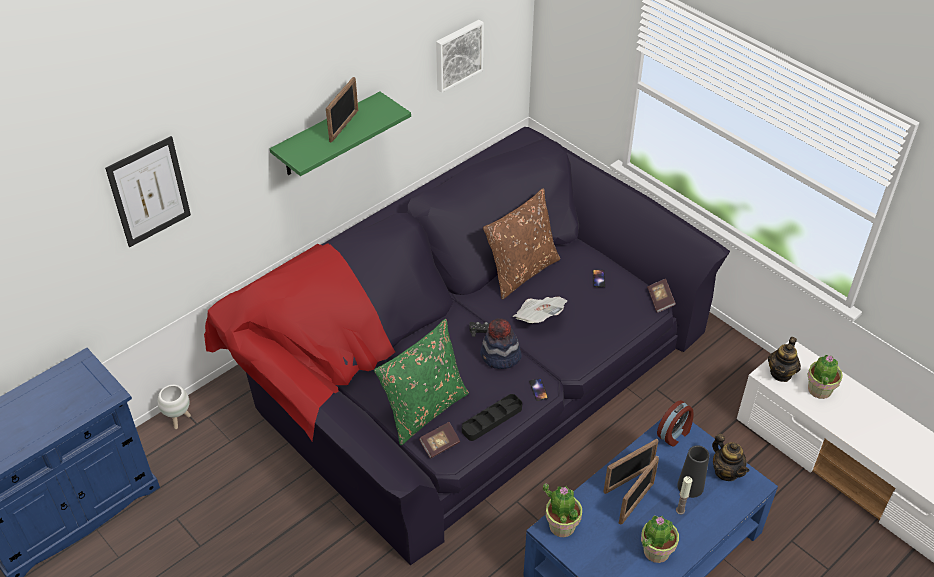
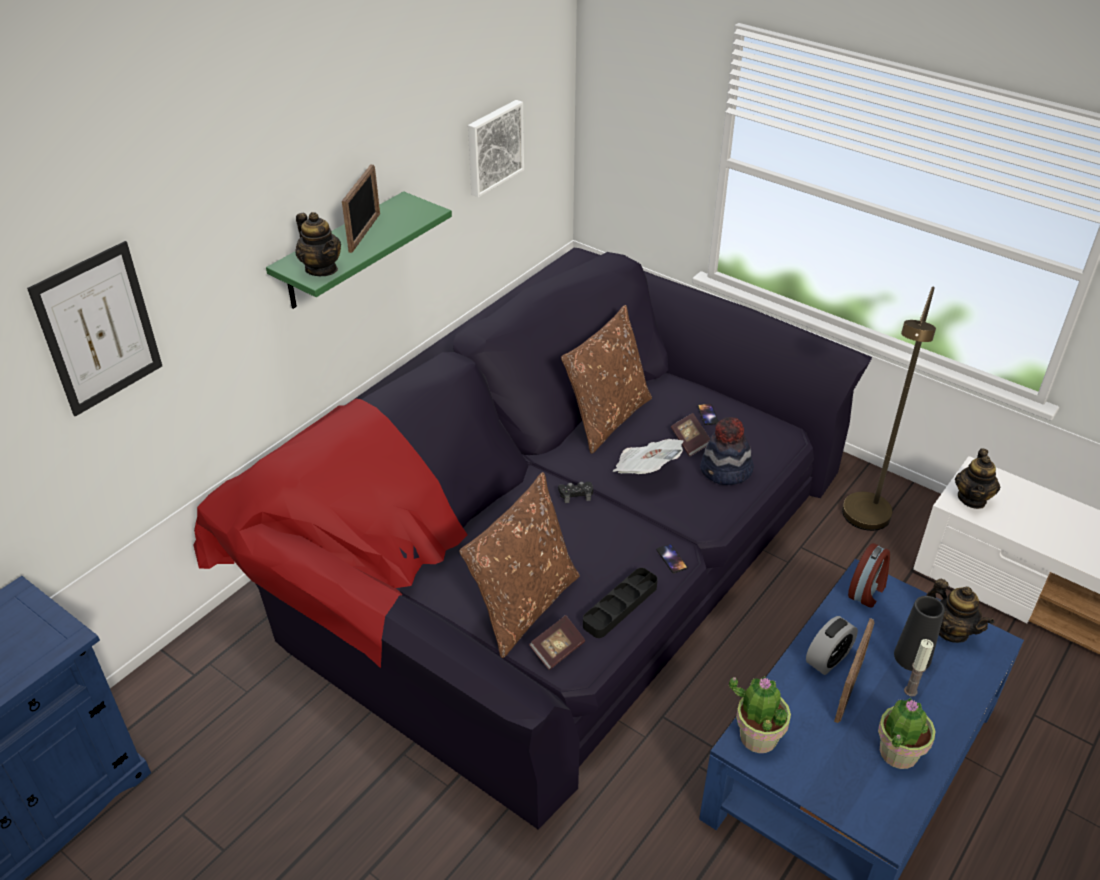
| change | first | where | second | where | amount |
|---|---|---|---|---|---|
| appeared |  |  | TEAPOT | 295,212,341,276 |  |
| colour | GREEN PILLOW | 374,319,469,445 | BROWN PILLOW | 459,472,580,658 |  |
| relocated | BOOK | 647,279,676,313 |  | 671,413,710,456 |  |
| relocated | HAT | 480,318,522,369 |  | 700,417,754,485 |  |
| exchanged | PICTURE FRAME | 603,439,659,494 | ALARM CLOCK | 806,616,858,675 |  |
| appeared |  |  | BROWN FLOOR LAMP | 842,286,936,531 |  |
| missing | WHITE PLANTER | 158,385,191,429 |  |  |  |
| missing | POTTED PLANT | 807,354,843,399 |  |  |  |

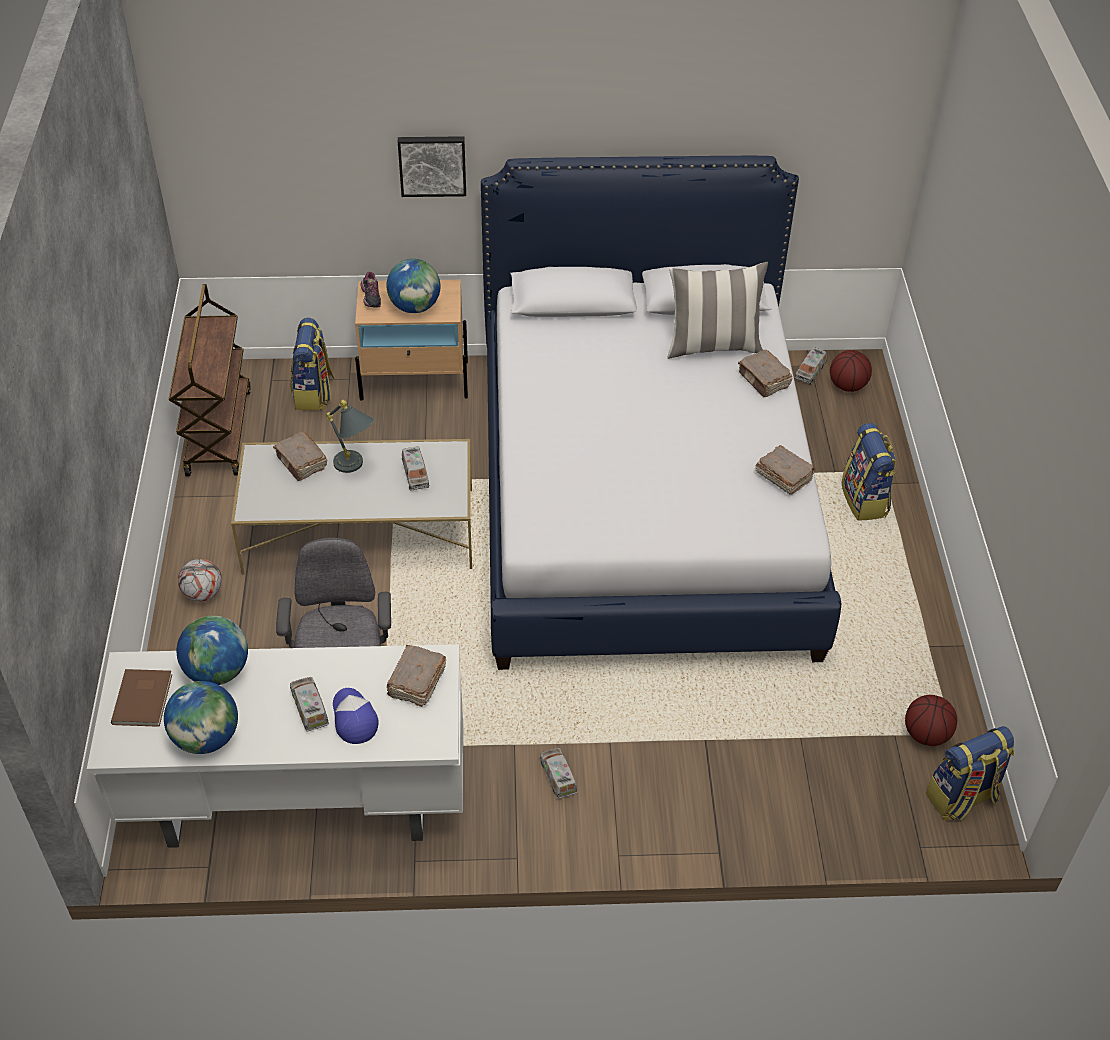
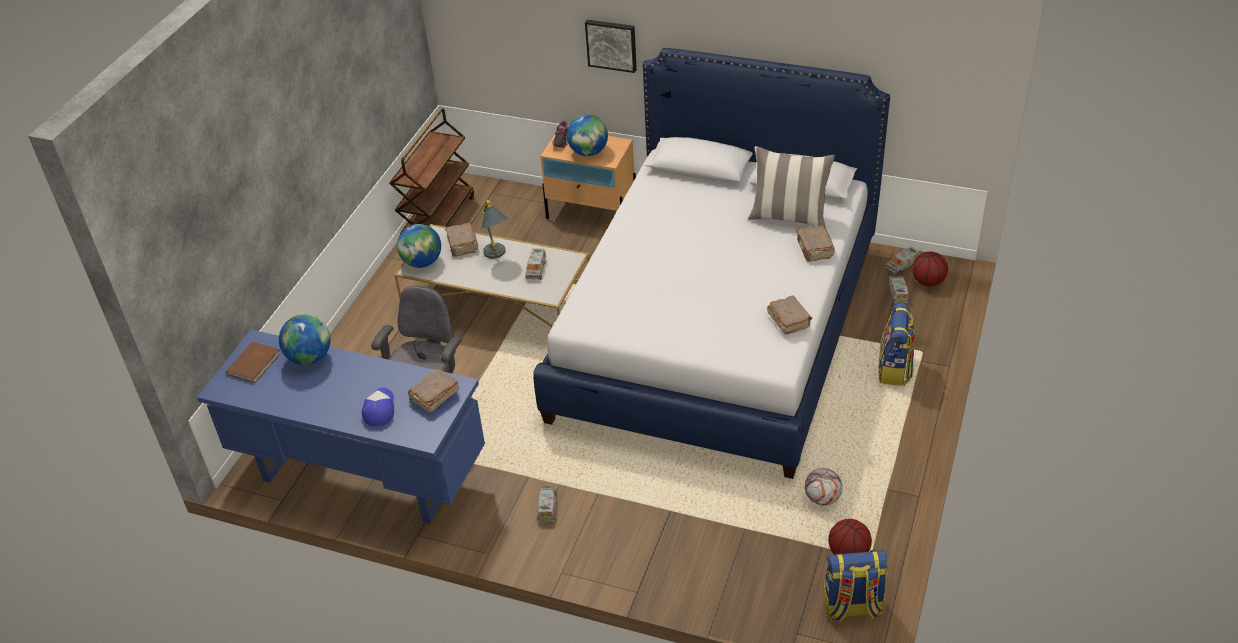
| change | first | where | second | where | amount |
|---|---|---|---|---|---|
| colour | WHITE DESK | 87,644,463,848 | BLUE DESK | 197,330,485,523 |  |
| relocated | GLOBE | 164,681,238,754 |  | 397,224,441,268 |  |
| relocated | FOOTBALL | 178,559,222,602 |  | 805,468,842,506 |  |
| relocated | TOY TRUCK | 290,677,329,732 |  | 888,276,909,304 |  |
| missing | BACKPACK | 290,318,334,411 |  |  |  |

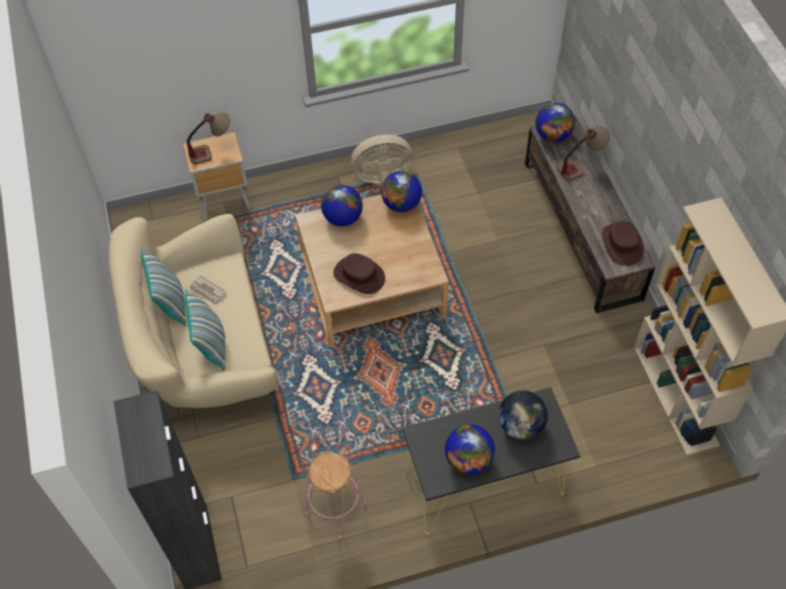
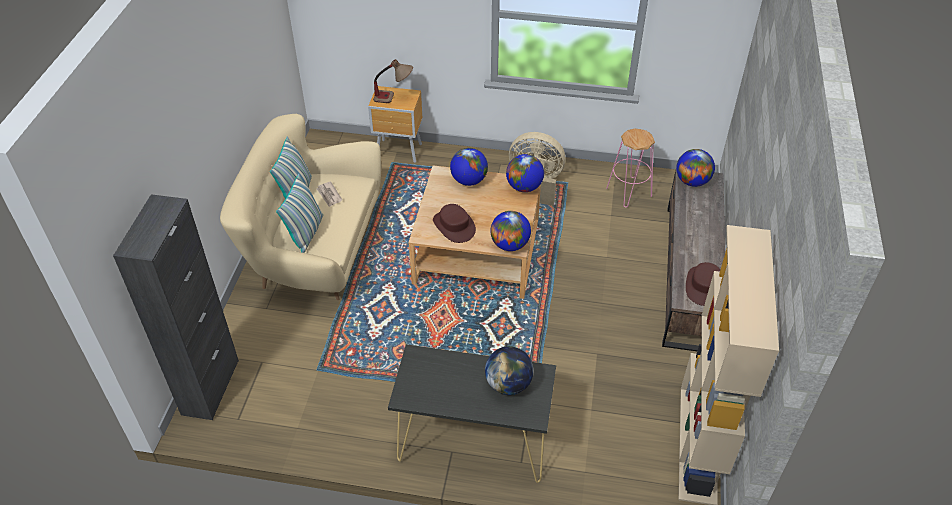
| change | first | where | second | where | amount |
|---|---|---|---|---|---|
| relocated | GLOBE | 445,424,495,475 |  | 490,211,531,251 |  |
| relocated | PINK STOOL | 306,452,366,537 |  | 606,128,655,208 |  |
| missing | TABLE LAMP | 557,126,610,181 |  |  |  |

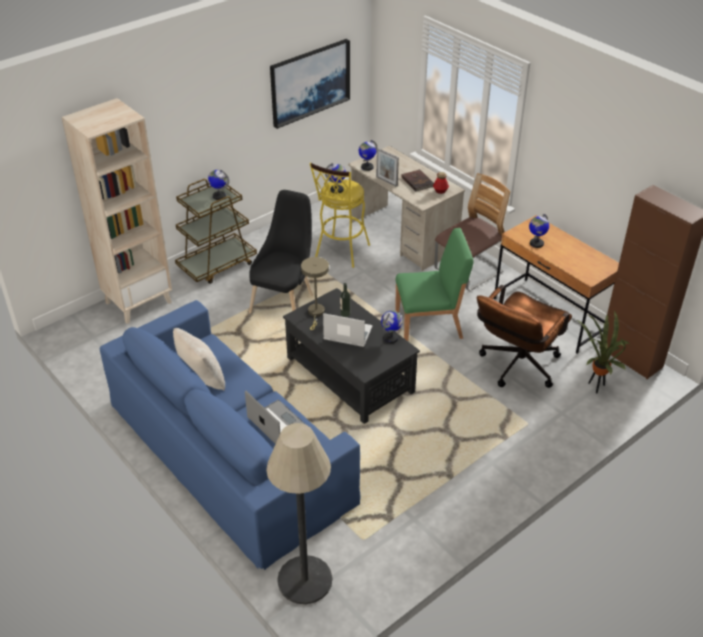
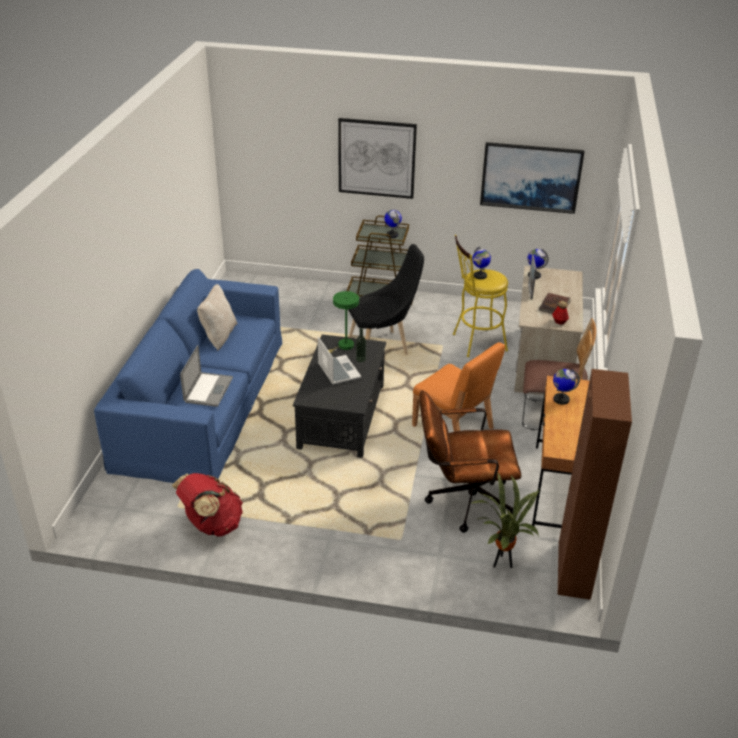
| change | first | where | second | where | amount |
|---|---|---|---|---|---|
| appeared |  |  | RED BACKPACK | 172,473,243,537 |  |
| colour | BEIGE TABLE LAMP | 301,257,329,330 | GREEN TABLE LAMP | 328,291,359,353 |  |
| appeared |  |  | PICTURE | 338,118,417,199 |  |
| colour | GREEN CHAIR | 395,228,474,341 | ORANGE CHAIR | 412,342,505,432 |  |
| missing | BEIGE BOOKCASE | 62,98,172,324 |  |  |  |
| missing | FLOOR LAMP | 266,423,332,604 |  |  |  |
| missing | GLOBE | 381,311,402,343 |  |  |  |

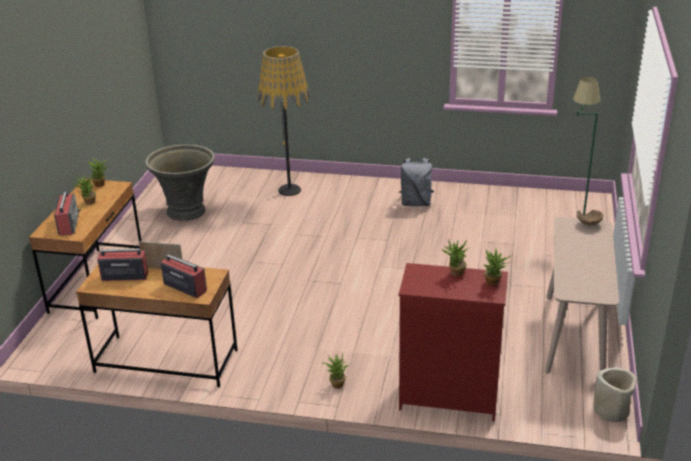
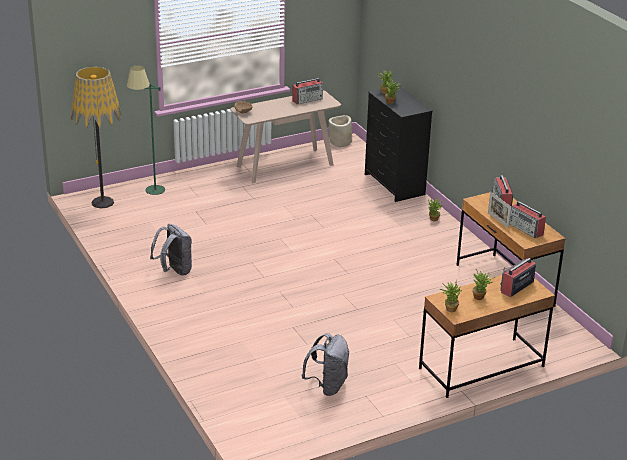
| change | first | where | second | where | amount |
|---|---|---|---|---|---|
| relocated | FLOOR LAMP | 257,46,310,196 |  | 71,66,122,209 |  |
| appeared |  |  | RADIO | 292,78,323,104 |  |
| exchanged | GREY PLANTER | 145,144,215,221 | GREY BACKPACK | 301,333,350,396 |  |
| colour | RED DRESSER | 399,263,508,421 | BLACK DRESSER | 365,86,433,202 |  |

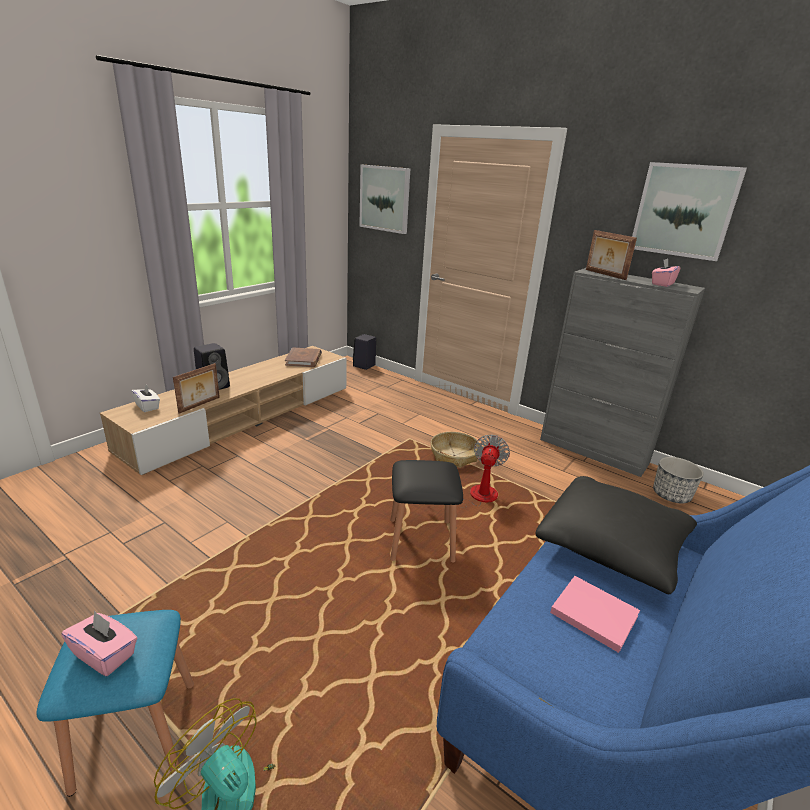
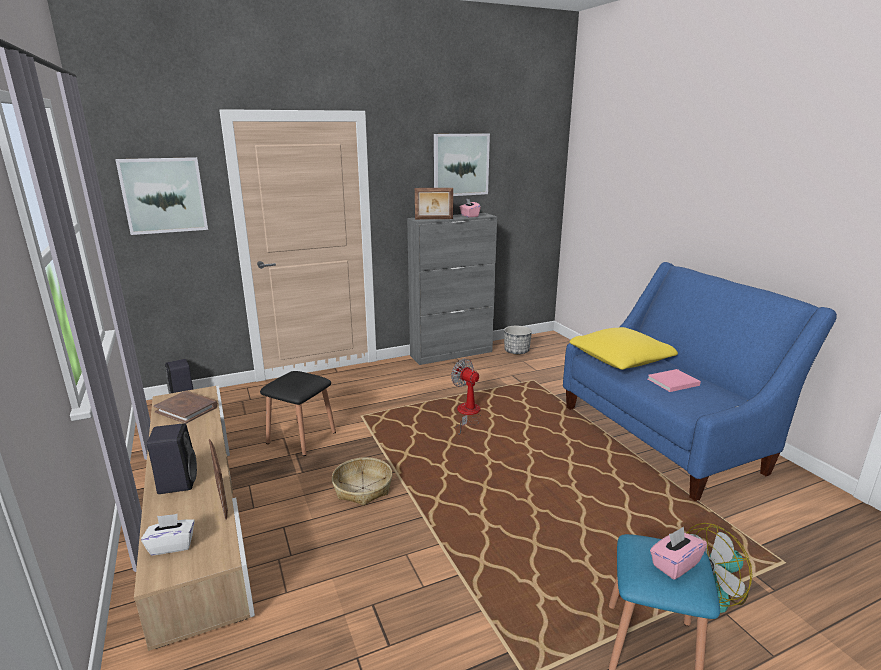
| change | first | where | second | where | amount |
|---|---|---|---|---|---|
| relocated | BLACK STOOL | 390,460,463,562 |  | 260,371,336,456 |  |
| relocated | BASKET | 431,432,480,468 |  | 332,457,392,506 |  |
| colour | BLACK PILLOW | 535,476,697,594 | YELLOW PILLOW | 570,327,678,370 |  |

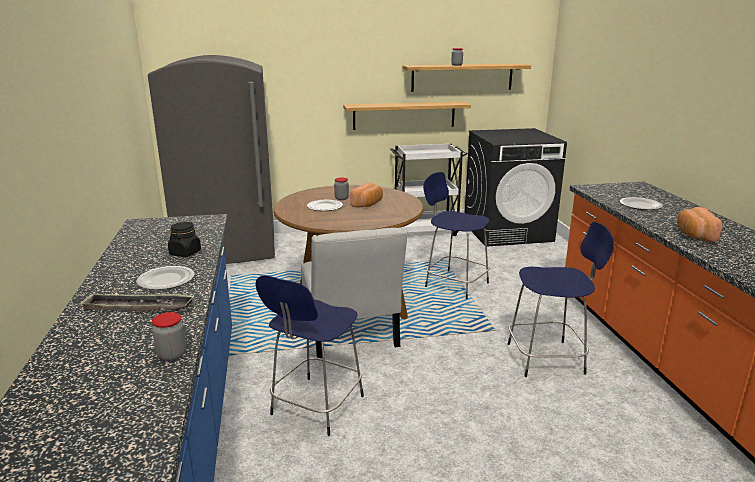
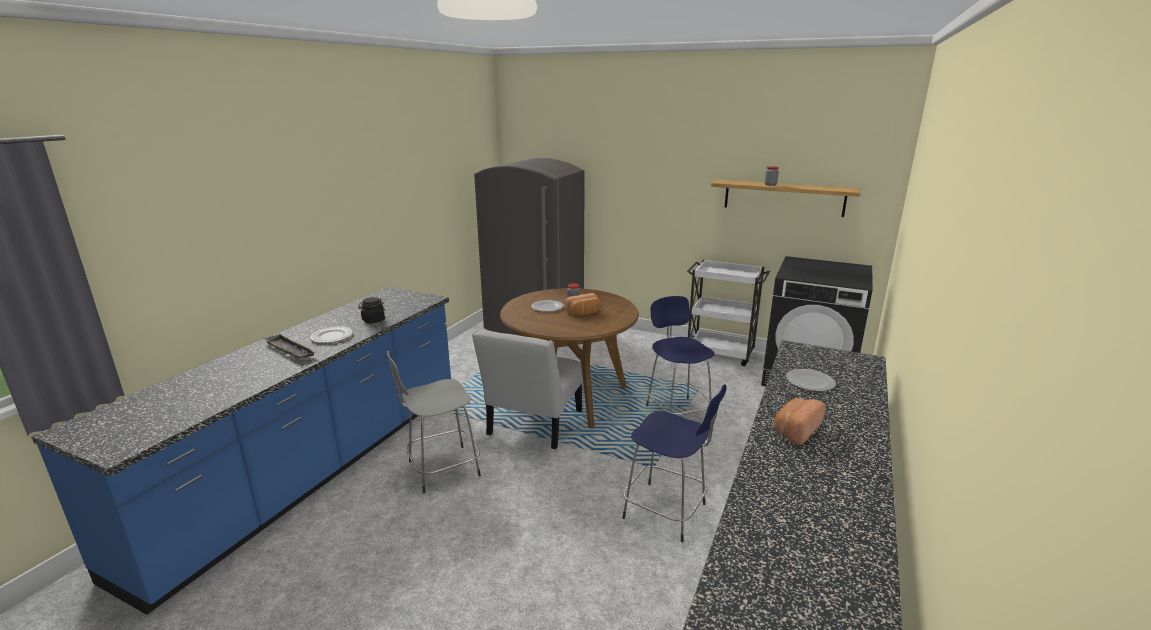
| change | first | where | second | where | amount |
|---|---|---|---|---|---|
| colour | BLUE STOOL | 256,275,364,436 | GREY STOOL | 386,351,481,493 |  |
| missing | JAR | 152,312,186,361 |  |  |  |
| missing | SHELF | 343,101,471,130 |  |  |  |

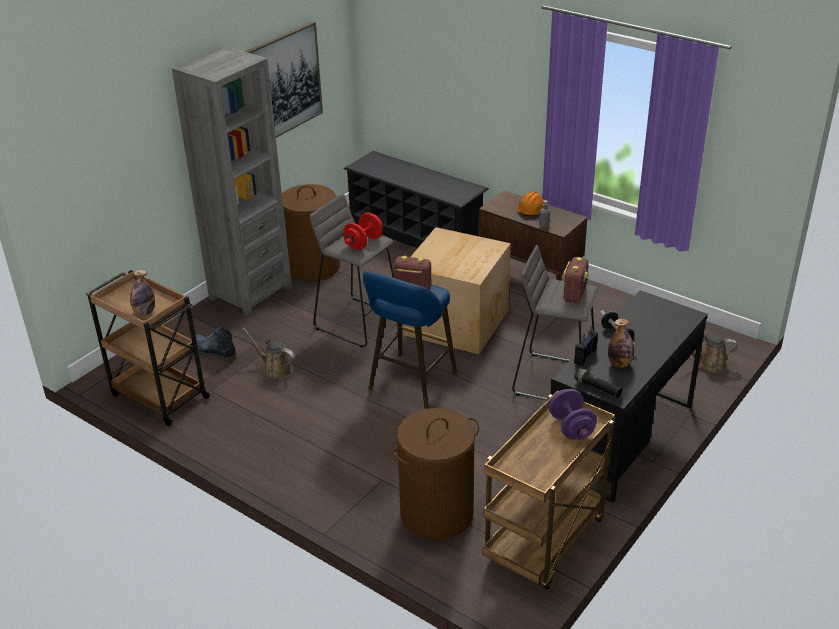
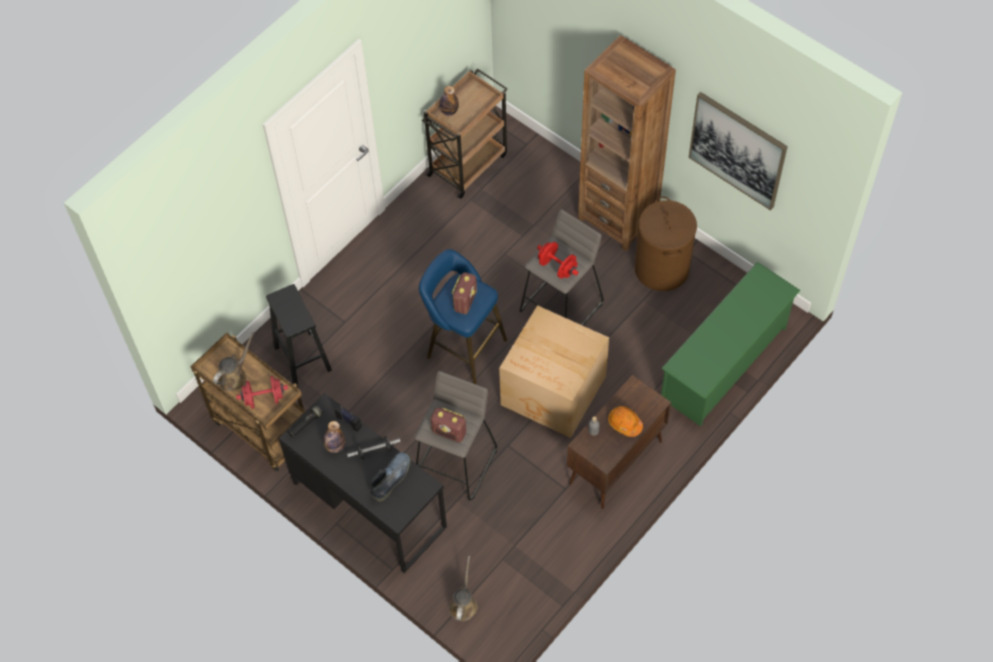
| change | first | where | second | where | amount |
|---|---|---|---|---|---|
| relocated | BROWN WATERING CAN | 243,328,295,379 |  | 213,332,254,391 |  |
| colour | PURPLE DUMBBELL | 549,389,597,440 | RED DUMBBELL | 236,376,288,409 |  |
| exchanged | BROWN LAUNDRY BASKET | 392,408,479,540 | BLACK STOOL | 266,284,332,385 |  |
| relocated | BOOT | 196,326,237,363 |  | 371,452,411,502 |  |
| colour | GREY BOOKCASE | 172,46,292,317 | BROWN BOOKCASE | 578,35,676,251 |  |
| colour | BLACK SHOE RACK | 344,151,489,248 | GREEN SHOE RACK | 661,262,800,426 |  |

